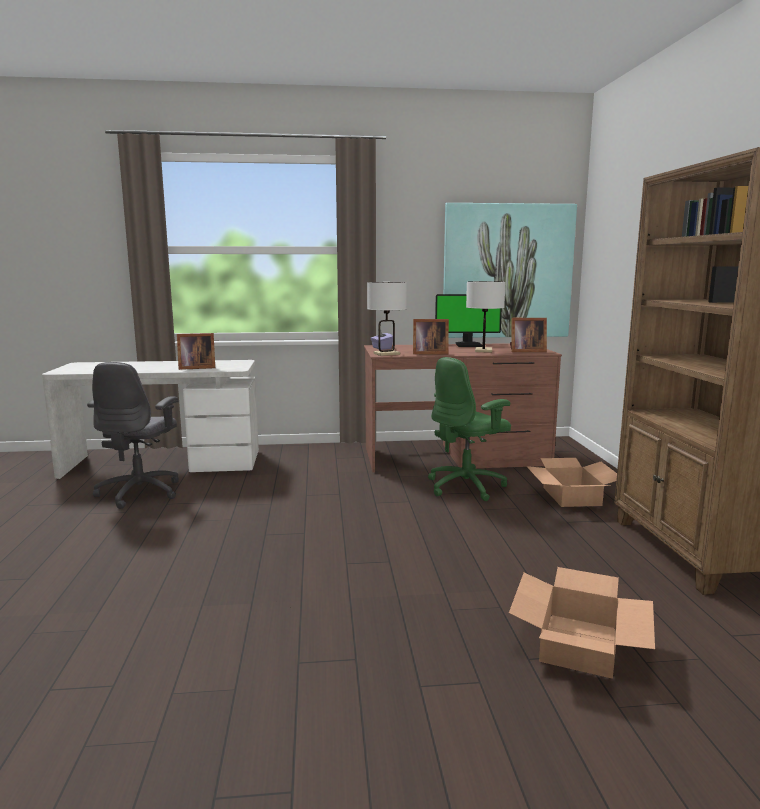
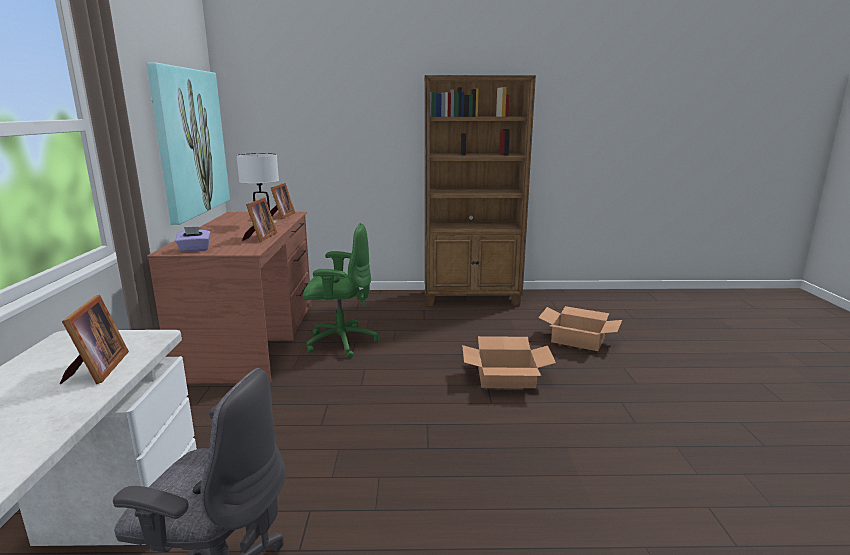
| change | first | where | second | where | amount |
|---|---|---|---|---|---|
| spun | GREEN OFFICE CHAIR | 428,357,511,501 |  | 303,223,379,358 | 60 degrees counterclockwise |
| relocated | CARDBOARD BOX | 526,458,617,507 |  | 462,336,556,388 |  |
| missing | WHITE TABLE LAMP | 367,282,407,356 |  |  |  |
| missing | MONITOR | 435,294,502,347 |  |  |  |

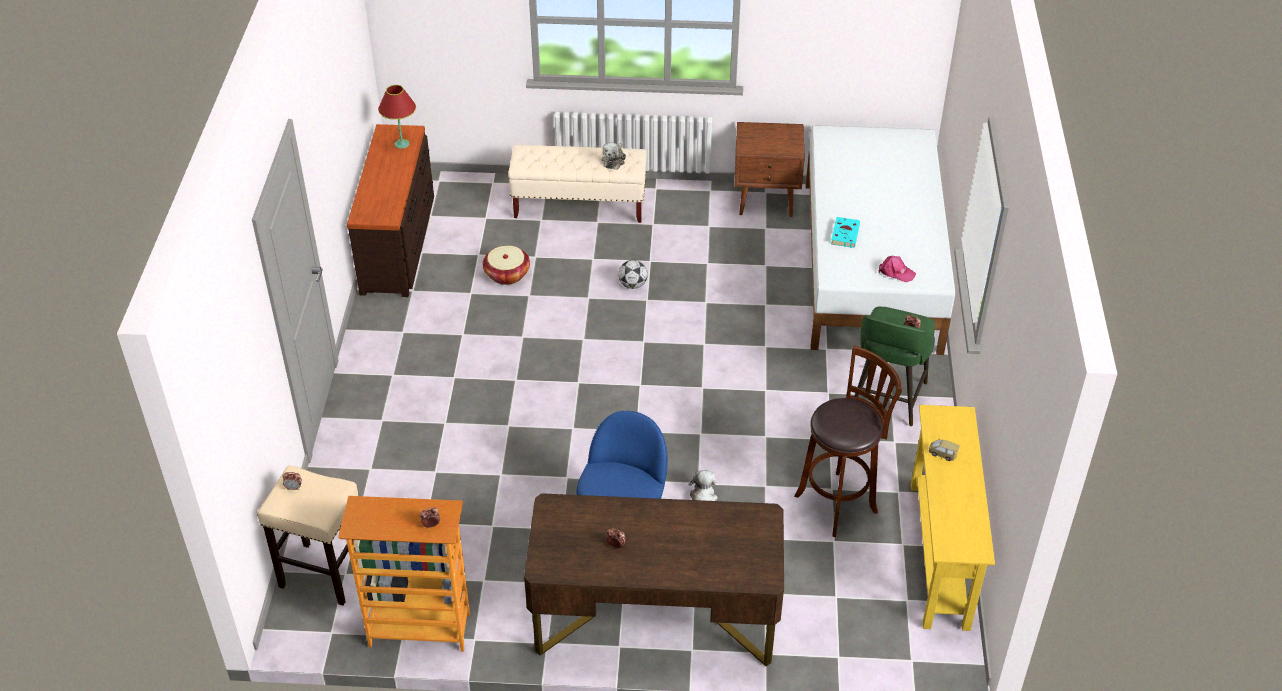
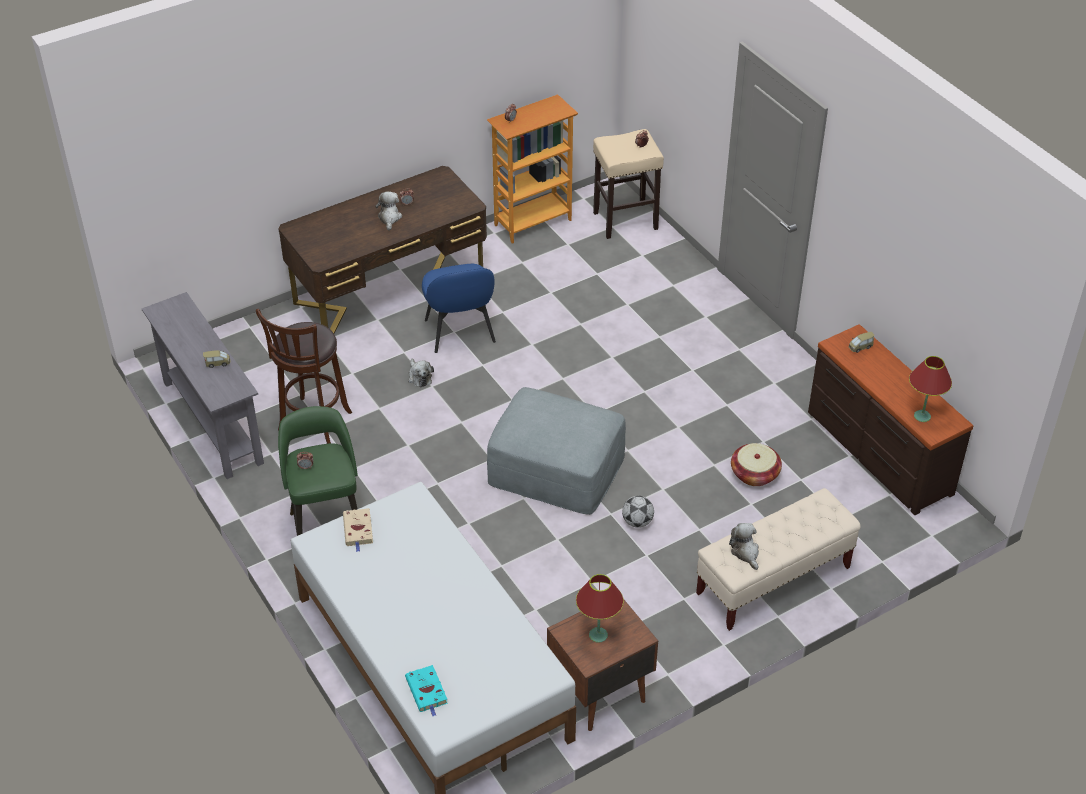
| change | first | where | second | where | amount |
|---|---|---|---|---|---|
| colour | YELLOW CONSOLE TABLE | 911,405,995,631 | GREY CONSOLE TABLE | 142,292,264,479 |  |
| exchanged | PINK CAP | 879,256,916,282 | BEIGE BOOK | 343,508,373,552 |  |
| appeared |  |  | PLUSH TOY | 375,191,402,231 |  |
| relocated | TURQUOISE BOOK | 831,217,860,248 |  | 405,665,448,716 |  |
| appeared |  |  | GREY OTTOMAN | 487,387,626,515 |  |
| appeared |  |  | RED TABLE LAMP | 576,574,624,643 |  |
| appeared |  |  | TOY CAR | 849,332,875,353 |  |

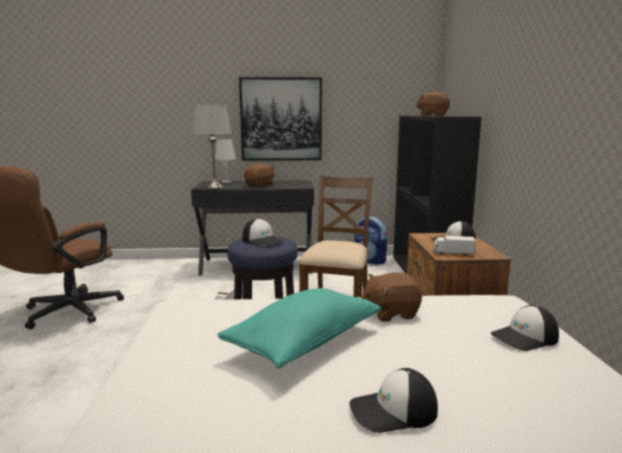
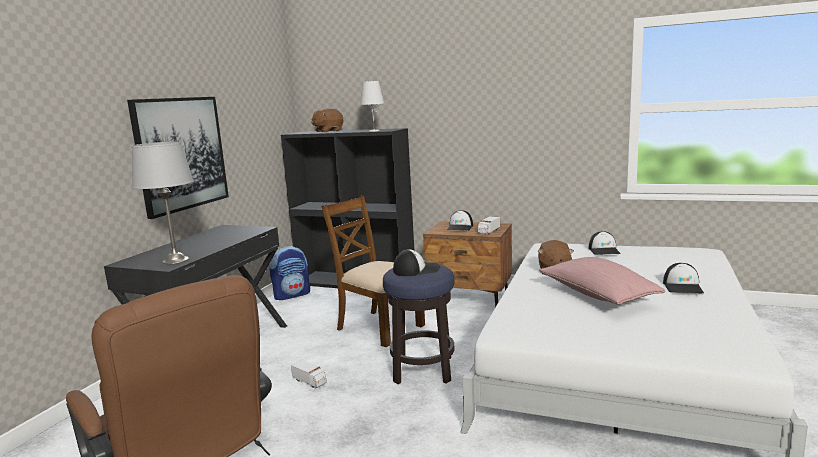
| change | first | where | second | where | amount |
|---|---|---|---|---|---|
| relocated | WHITE TABLE LAMP | 215,139,236,183 |  | 360,81,384,132 |  |
| colour | TURQUOISE PILLOW | 217,288,381,368 | PINK PILLOW | 539,257,665,305 |  |
| missing | BROWN PLUSH TOY | 244,164,275,187 |  |  |  |

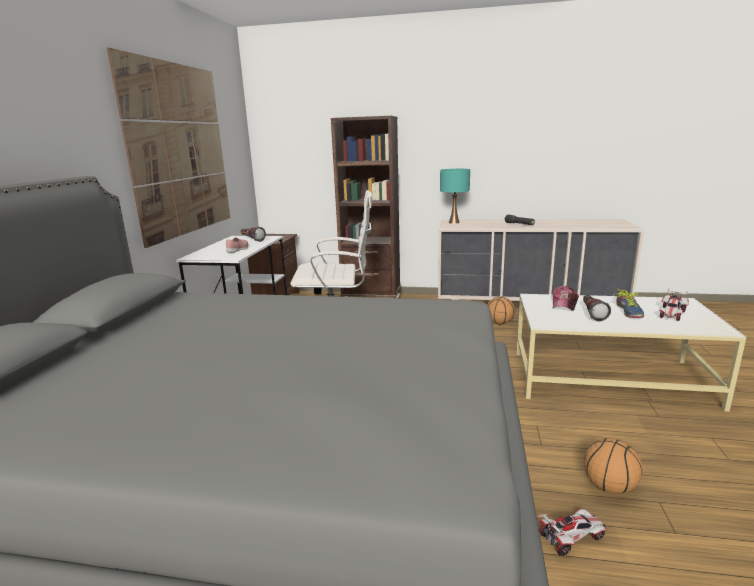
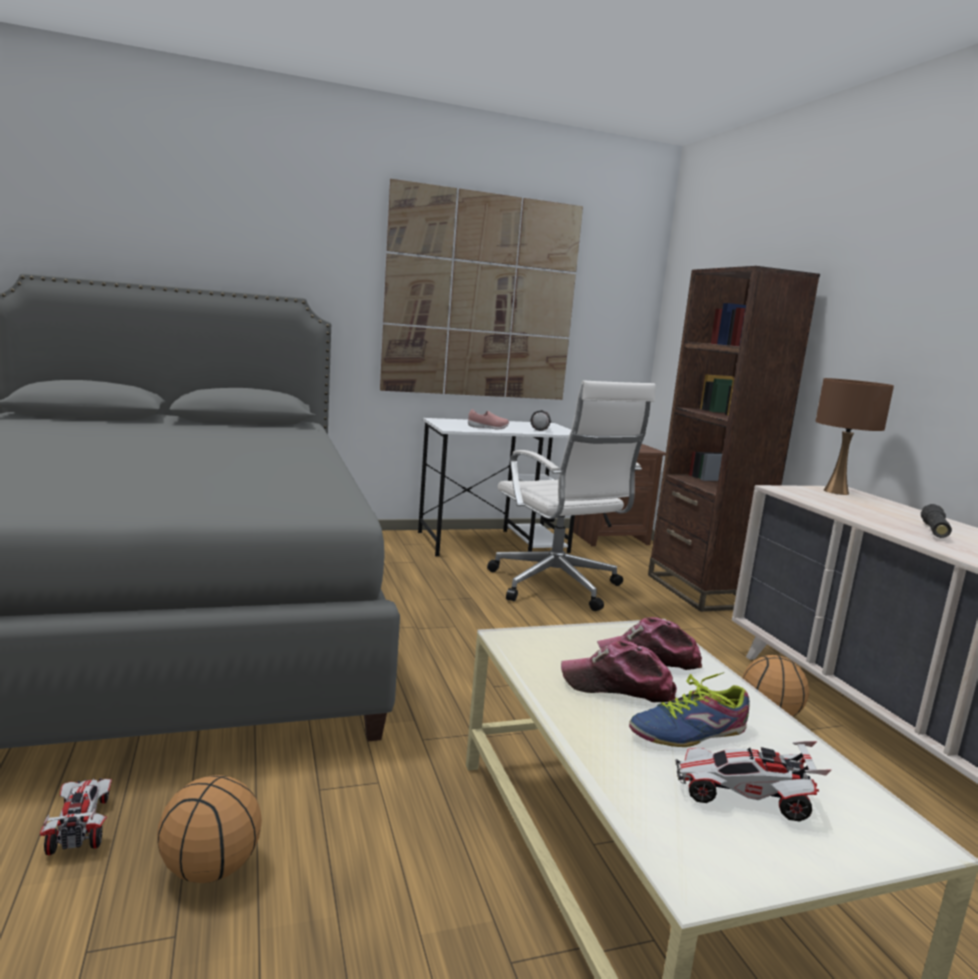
| change | first | where | second | where | amount |
|---|---|---|---|---|---|
| spun | TOY CAR | 538,509,606,556 |  | 40,778,112,855 | 150 degrees counterclockwise |
| exchanged | FLASHLIGHT | 583,295,611,321 | CAP | 561,641,677,702 |  |
| colour | TURQUOISE TABLE LAMP | 440,169,470,224 | BROWN TABLE LAMP | 816,378,894,495 |  |

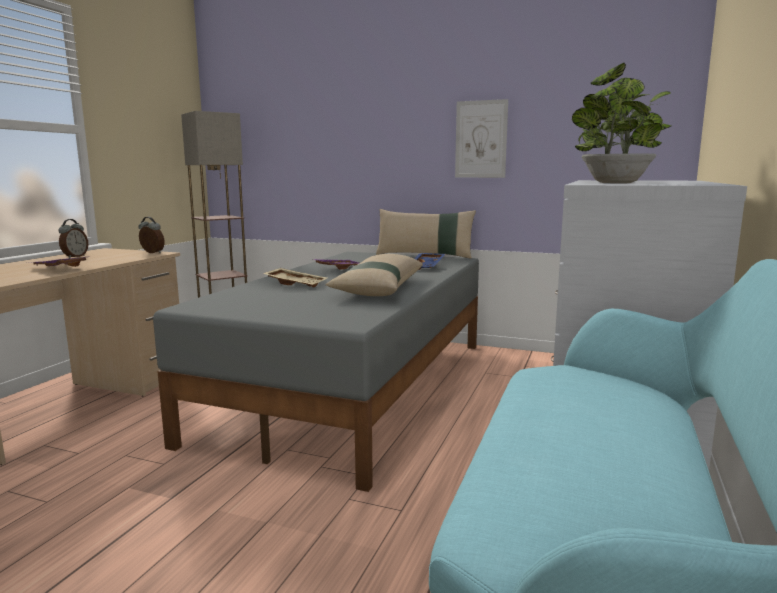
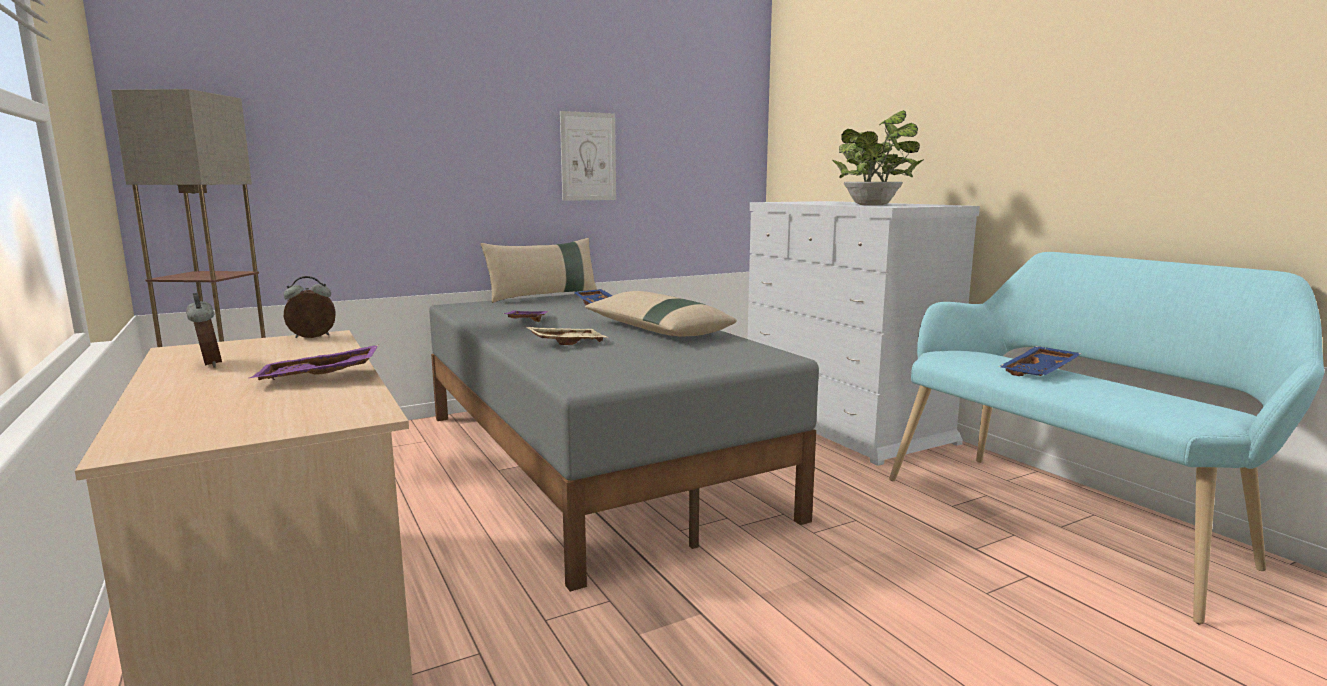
| change | first | where | second | where | amount |
|---|---|---|---|---|---|
| appeared |  |  | BLUE TRAY | 999,346,1082,376 |  |

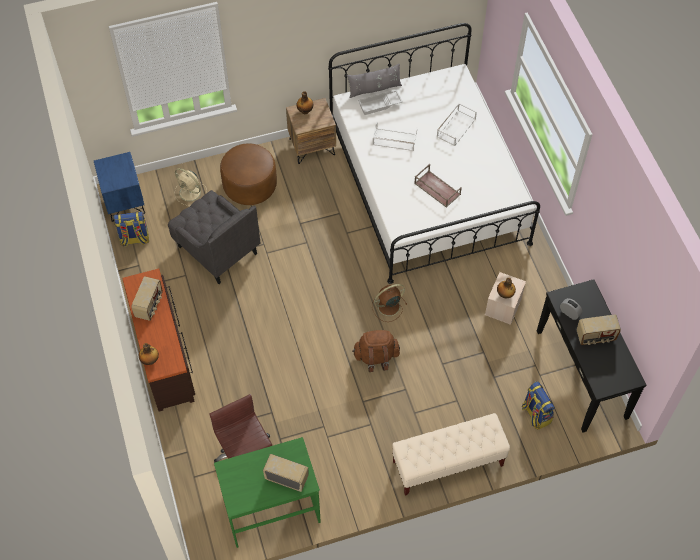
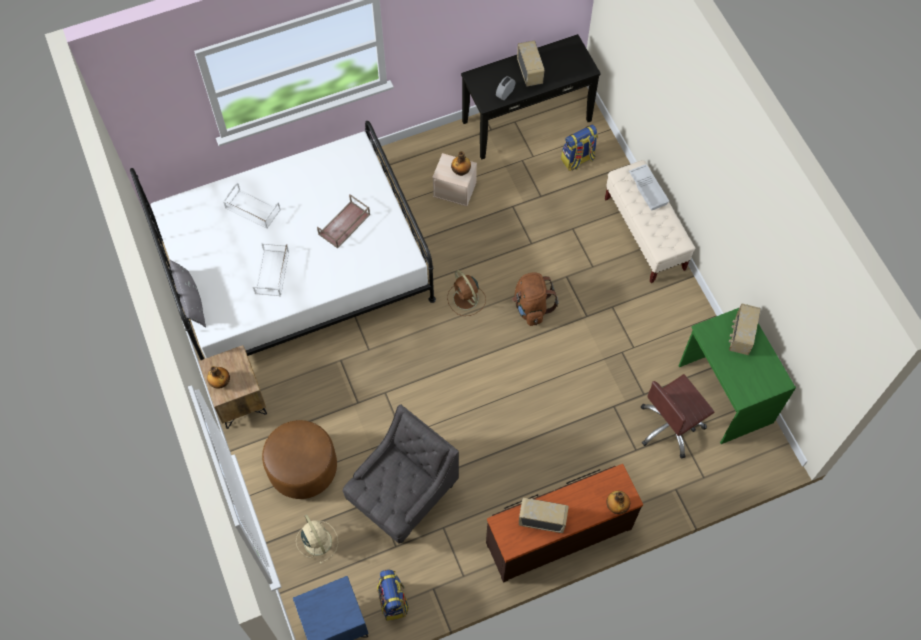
| change | first | where | second | where | amount |
|---|---|---|---|---|---|
| spun | BEIGE FAN | 174,168,207,206 |  | 296,515,338,564 | 60 degrees counterclockwise |
| relocated | WHITE TRAY | 358,90,403,115 |  | 629,164,670,211 |  |

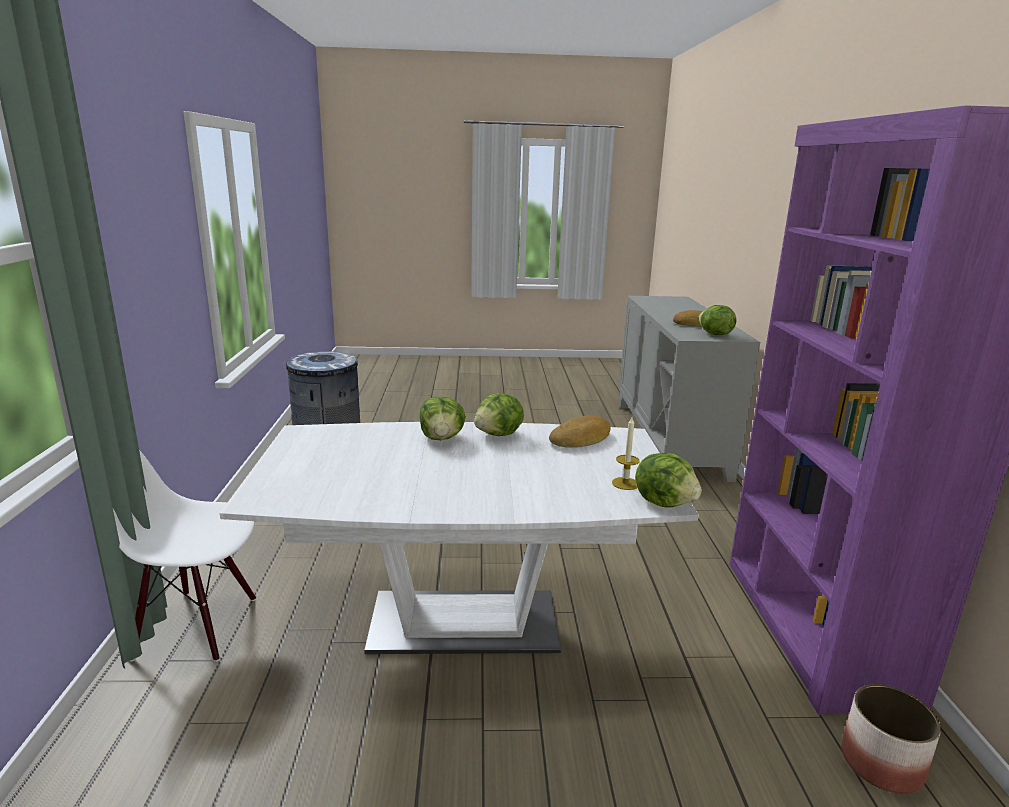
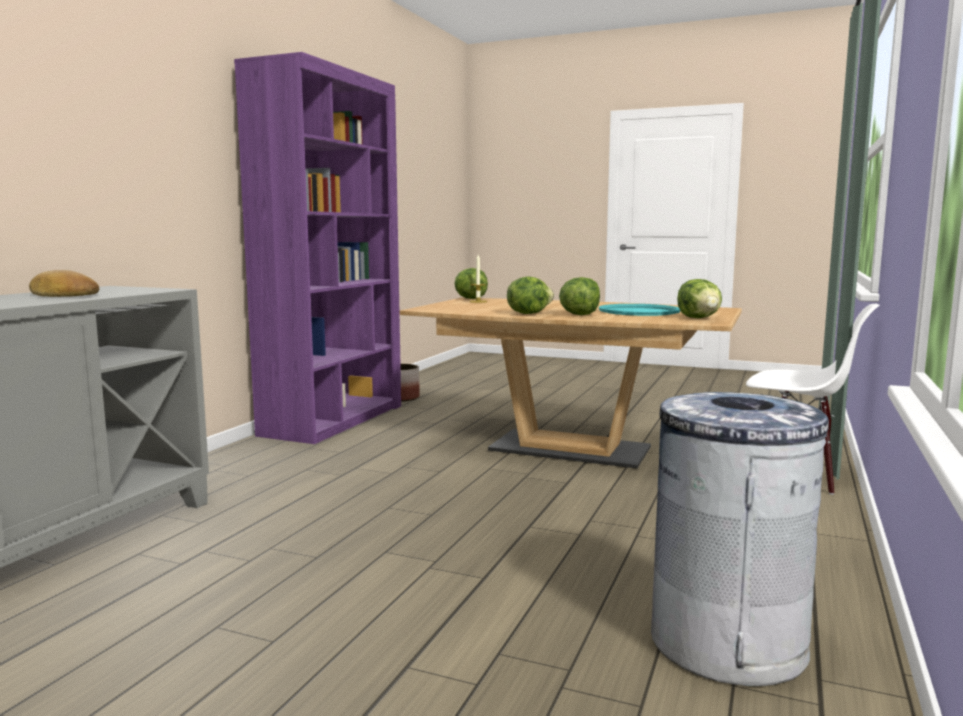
| change | first | where | second | where | amount |
|---|---|---|---|---|---|
| colour | WHITE DINING TABLE | 219,422,699,654 | BROWN DINING TABLE | 400,298,742,468 |  |
| appeared |  |  | TURQUOISE TRAY | 599,304,680,316 |  |
| relocated | LETTUCE | 699,305,736,335 |  | 677,279,722,318 |  |
| missing | BREAD | 549,416,610,448 |  |  |  |

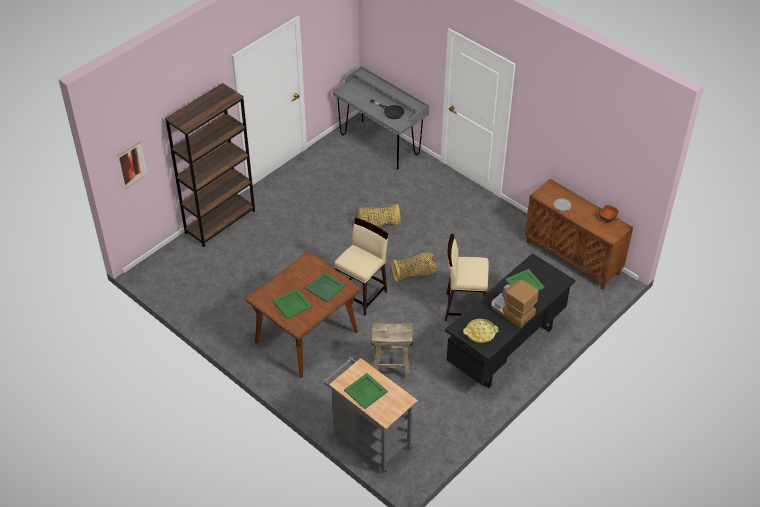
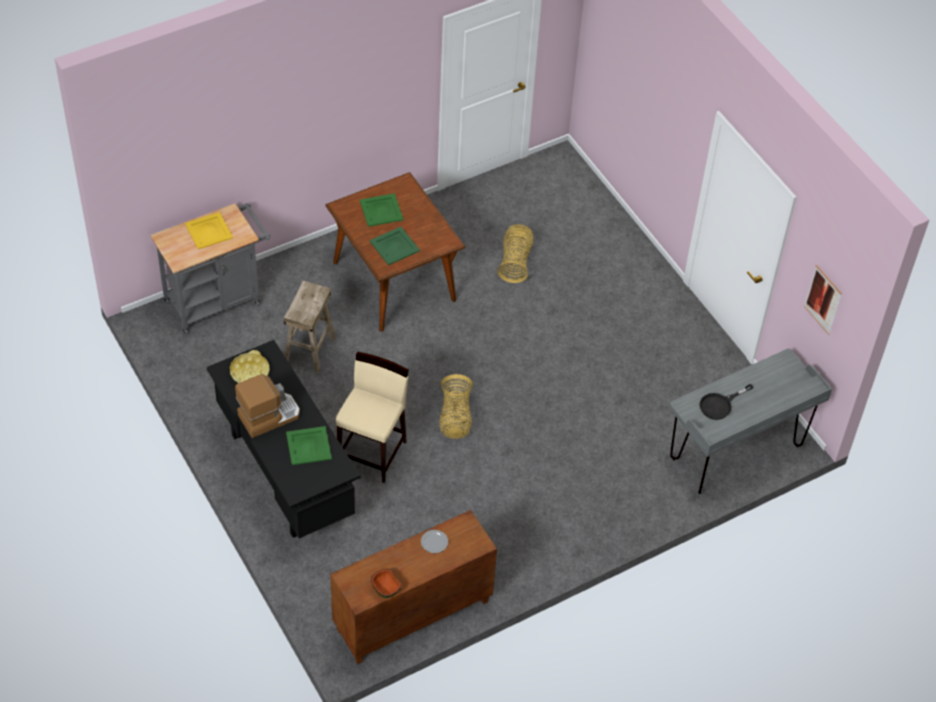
| change | first | where | second | where | amount |
|---|---|---|---|---|---|
| colour | GREEN TRAY | 344,373,388,409 | YELLOW TRAY | 185,212,233,249 |  |
| relocated | BASKET | 358,204,401,226 |  | 498,224,533,283 |  |
| relocated | PICTURE | 117,141,148,189 |  | 804,265,842,335 |  |
| missing | BROWN BOOKCASE | 165,83,255,247 |  |  |  |
| missing | BEIGE STOOL | 334,218,388,316 |  |  |  |

